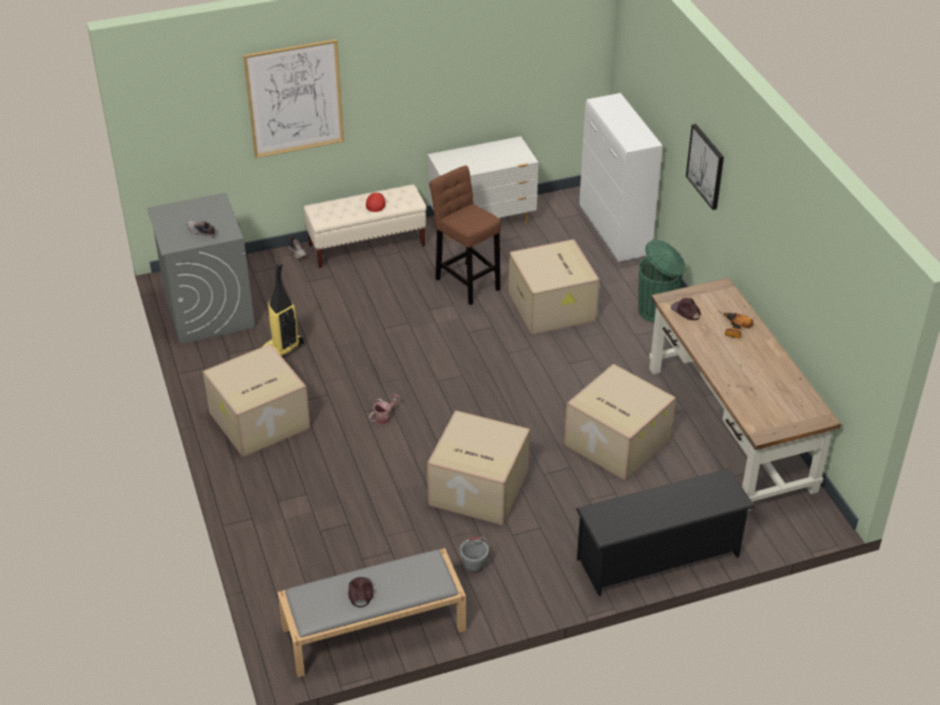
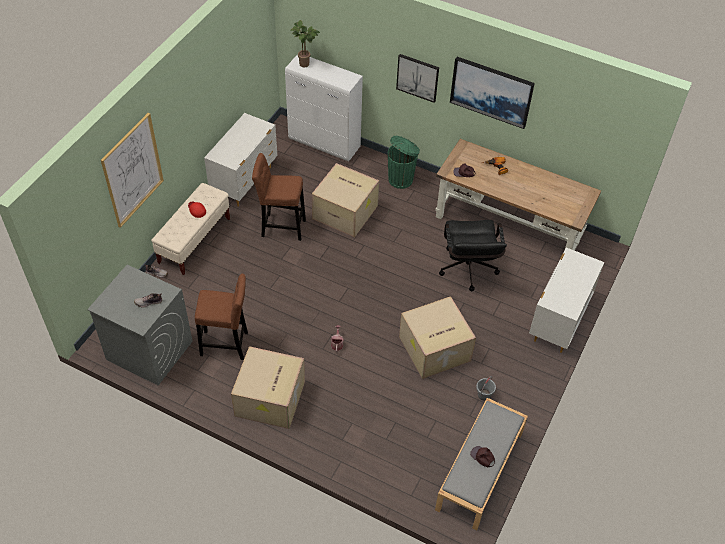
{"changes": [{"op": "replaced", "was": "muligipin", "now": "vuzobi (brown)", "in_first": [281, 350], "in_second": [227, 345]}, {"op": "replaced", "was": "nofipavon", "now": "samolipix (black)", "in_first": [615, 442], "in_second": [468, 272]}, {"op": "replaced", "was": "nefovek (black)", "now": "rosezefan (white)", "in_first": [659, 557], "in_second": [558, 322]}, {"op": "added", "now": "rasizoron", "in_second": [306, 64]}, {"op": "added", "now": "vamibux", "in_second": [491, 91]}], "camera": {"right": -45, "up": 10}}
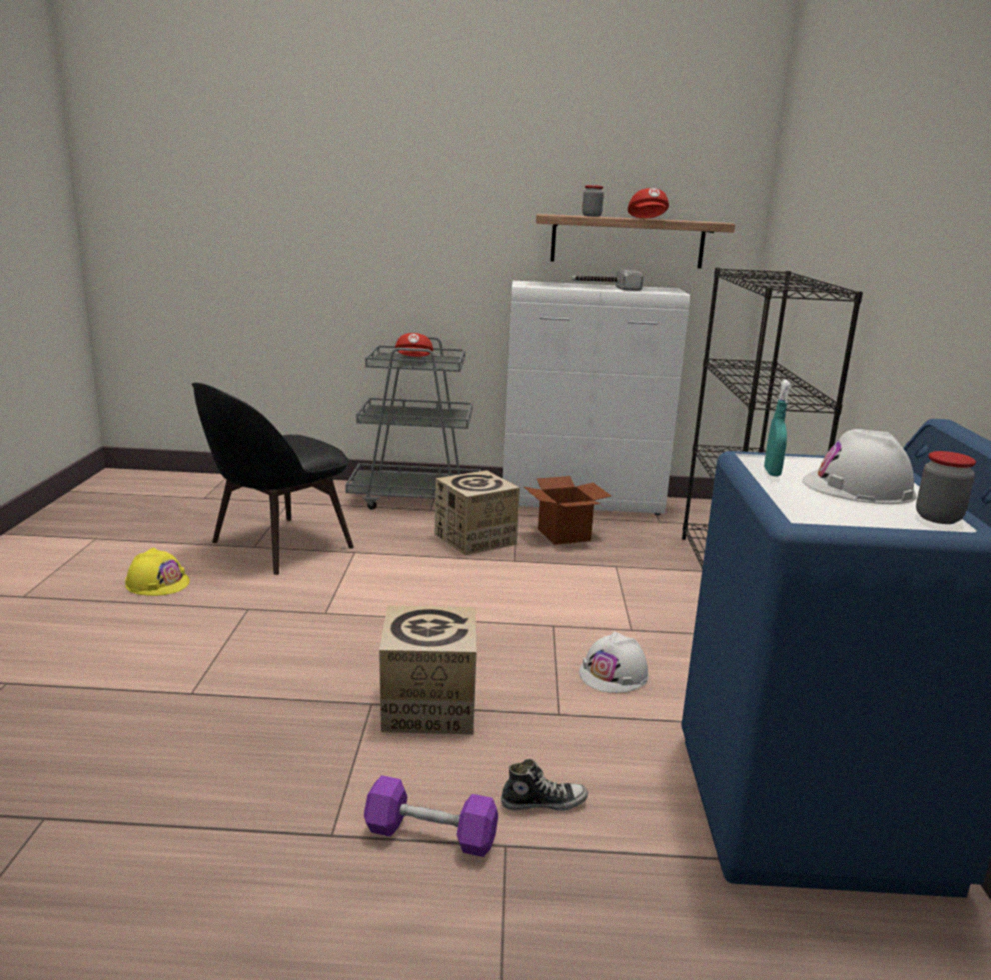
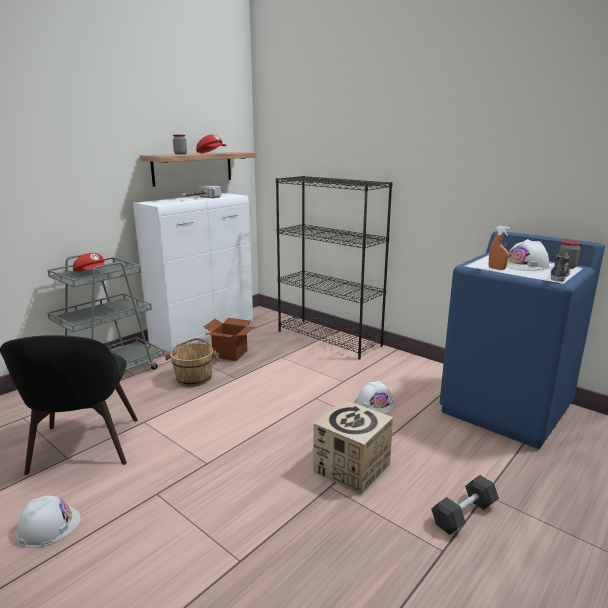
{"changes": [{"op": "recoloured", "was": "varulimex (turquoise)", "now": "varulimex (orange)", "in_first": [772, 472], "in_second": [496, 268]}, {"op": "replaced", "was": "nofipavon", "now": "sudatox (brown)", "in_first": [475, 539], "in_second": [194, 378]}, {"op": "recoloured", "was": "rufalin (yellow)", "now": "rufalin (white)", "in_first": [157, 583], "in_second": [48, 526]}, {"op": "moved", "was": "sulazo", "in_first": [543, 802], "in_second": [559, 276]}, {"op": "recoloured", "was": "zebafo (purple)", "now": "zebafo (grey)", "in_first": [430, 834], "in_second": [464, 514]}], "camera": {"right": -50, "up": 0}}
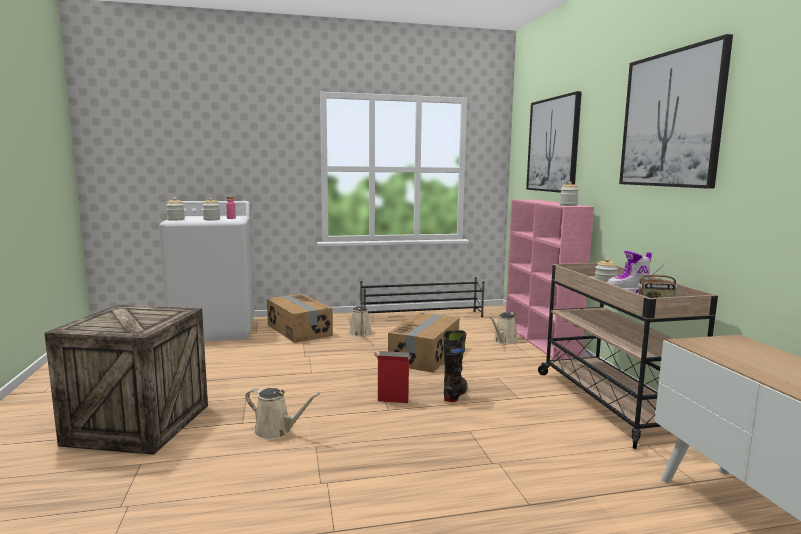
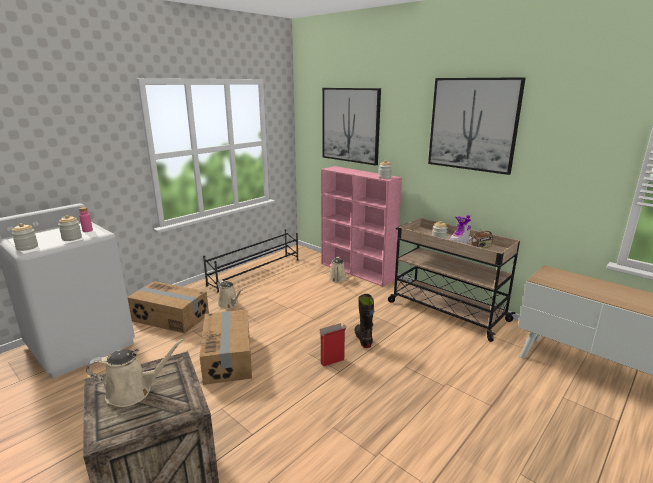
{"changes": [{"op": "moved", "was": "nofipavon", "in_first": [425, 355], "in_second": [229, 357]}, {"op": "moved", "was": "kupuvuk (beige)", "in_first": [276, 431], "in_second": [134, 391]}], "camera": {"right": -35, "up": 10}}
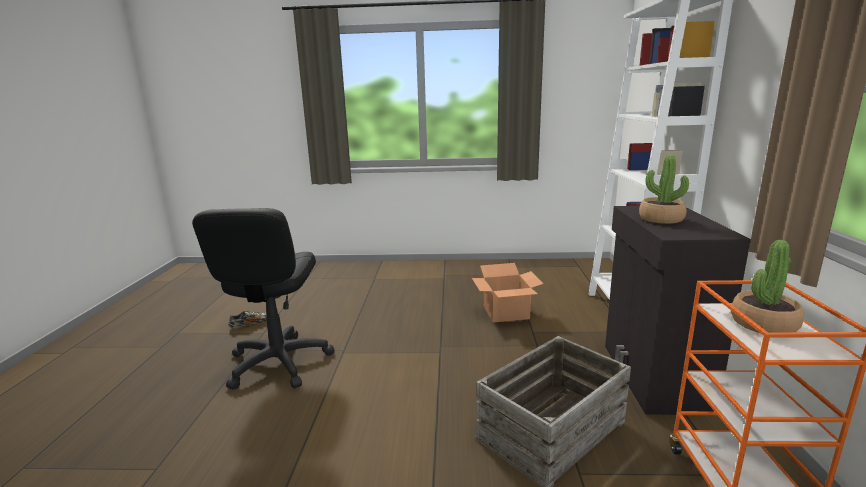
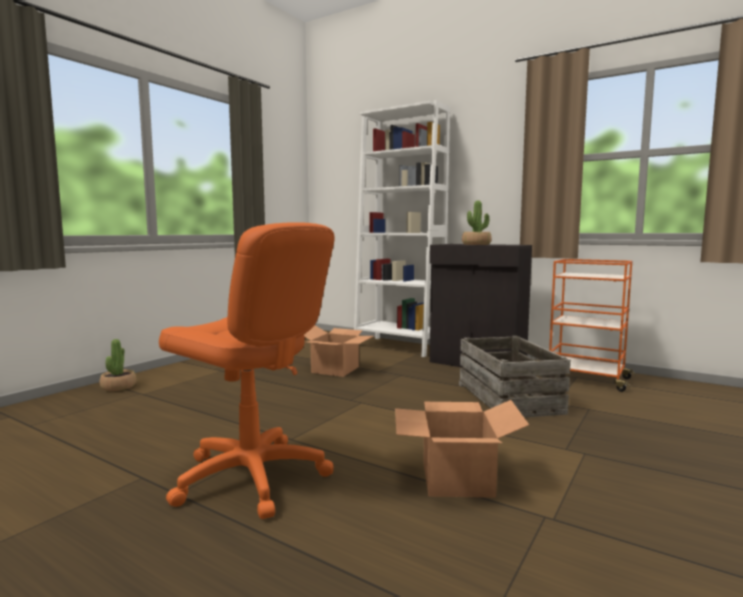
{"changes": [{"op": "recoloured", "was": "samolipix (black)", "now": "samolipix (orange)", "in_first": [278, 363], "in_second": [251, 477]}, {"op": "moved", "was": "rasizoron", "in_first": [763, 324], "in_second": [118, 387]}, {"op": "removed", "was": "sulazo", "in_first": [251, 324]}, {"op": "added", "now": "nofipavon", "in_second": [458, 480]}], "camera": {"right": -60, "up": -10}}
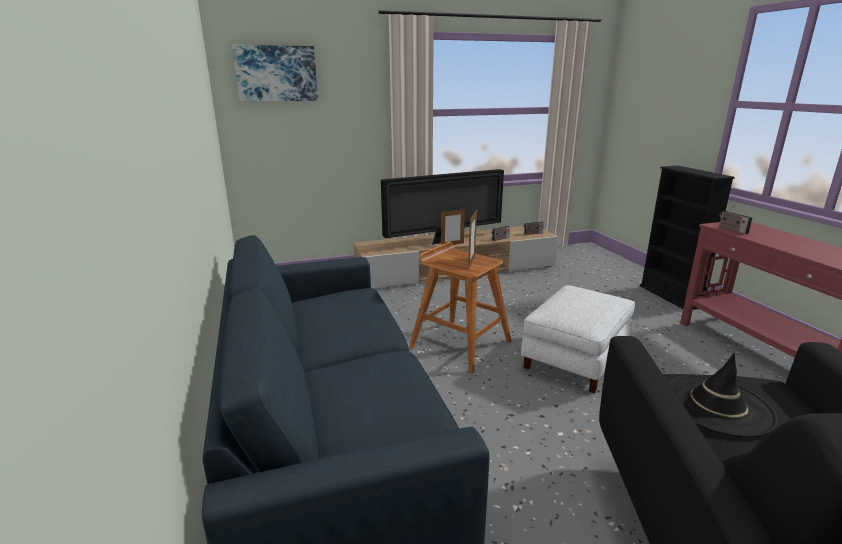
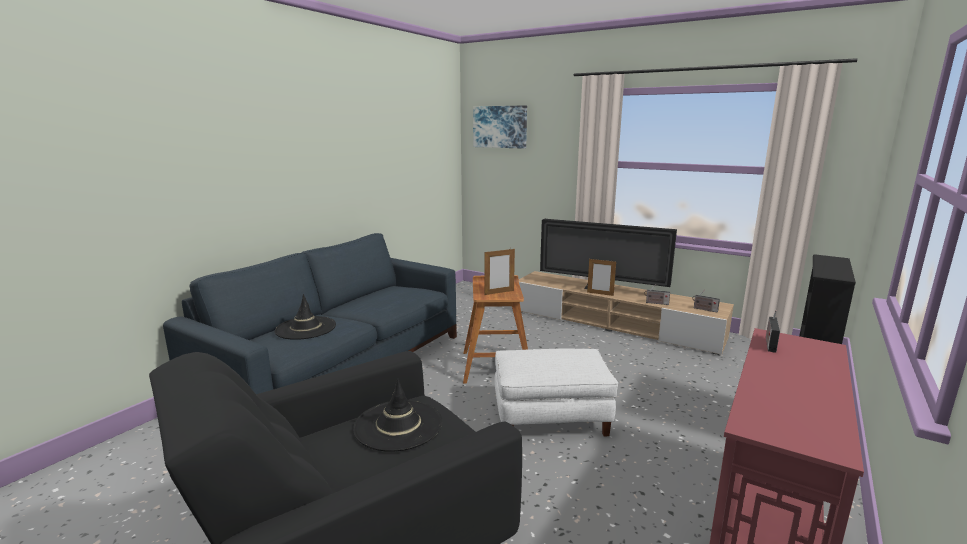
{"changes": [{"op": "added", "now": "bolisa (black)", "in_second": [305, 328]}], "camera": {"right": 50, "up": -5}}
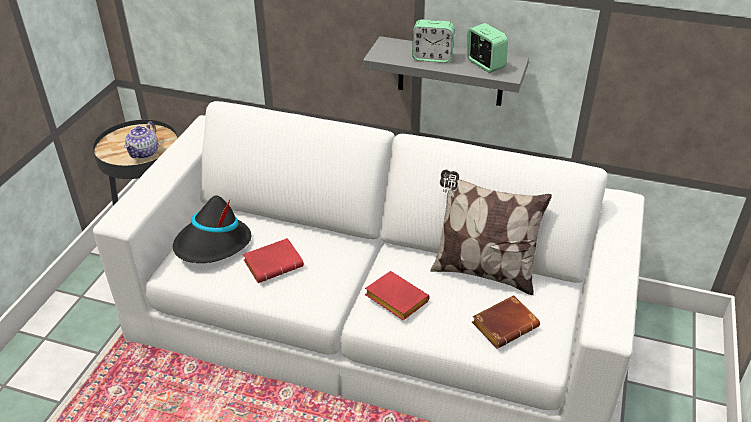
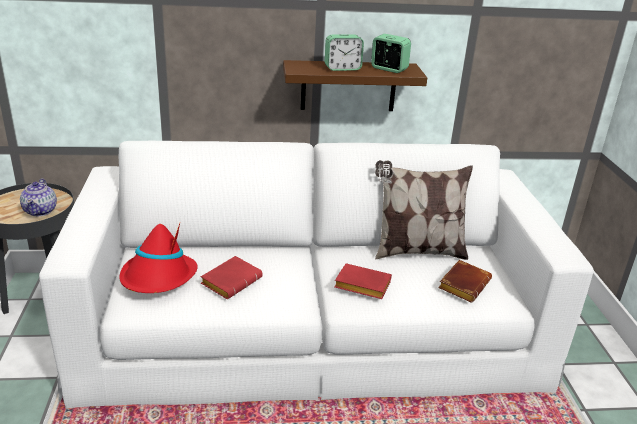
{"changes": [{"op": "recoloured", "was": "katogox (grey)", "now": "katogox (brown)", "in_first": [450, 72], "in_second": [348, 86]}, {"op": "recoloured", "was": "bolisa (black)", "now": "bolisa (red)", "in_first": [212, 244], "in_second": [158, 278]}], "camera": {"right": -25, "up": -10}}
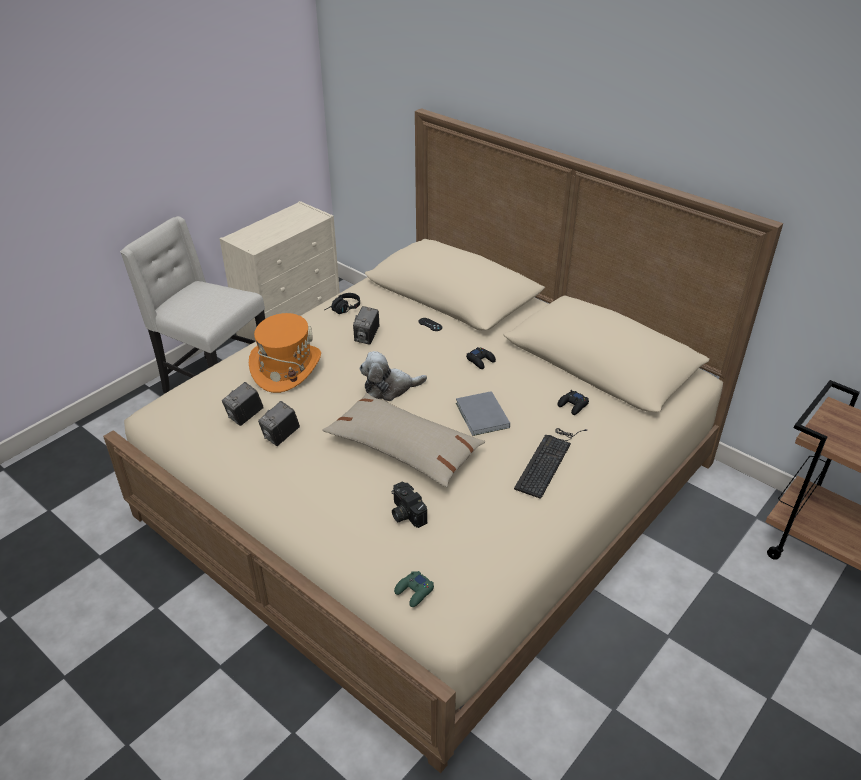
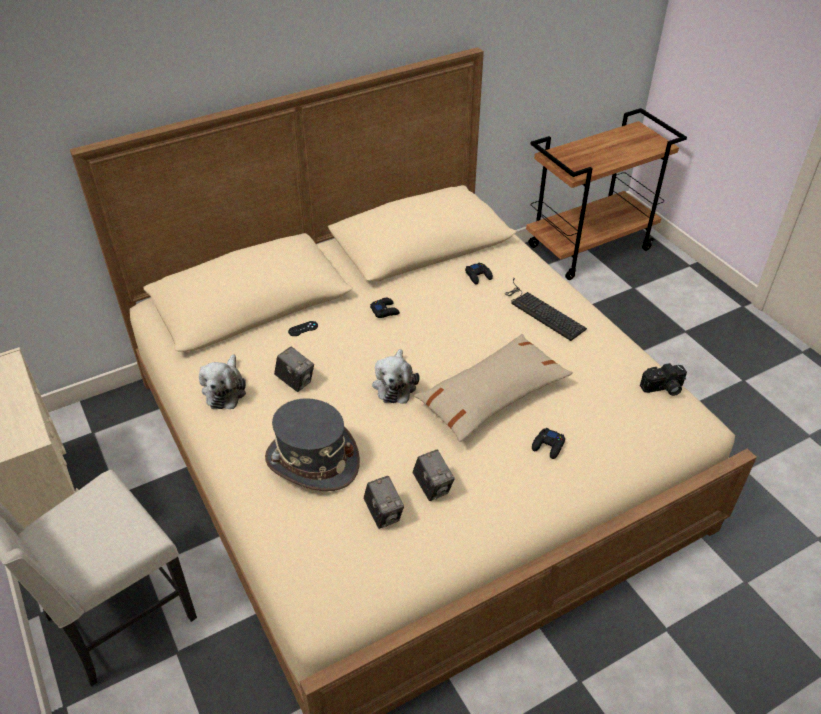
{"changes": [{"op": "replaced", "was": "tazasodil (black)", "now": "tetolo", "in_first": [343, 310], "in_second": [225, 390]}, {"op": "recoloured", "was": "bolisa (orange)", "now": "bolisa (grey)", "in_first": [286, 368], "in_second": [312, 461]}, {"op": "removed", "was": "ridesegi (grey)", "in_first": [482, 416]}, {"op": "moved", "was": "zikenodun", "in_first": [405, 513], "in_second": [663, 388]}, {"op": "removed", "was": "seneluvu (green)", "in_first": [414, 592]}, {"op": "added", "now": "seneluvu (black)", "in_second": [548, 446]}], "camera": {"right": -70, "up": 5}}
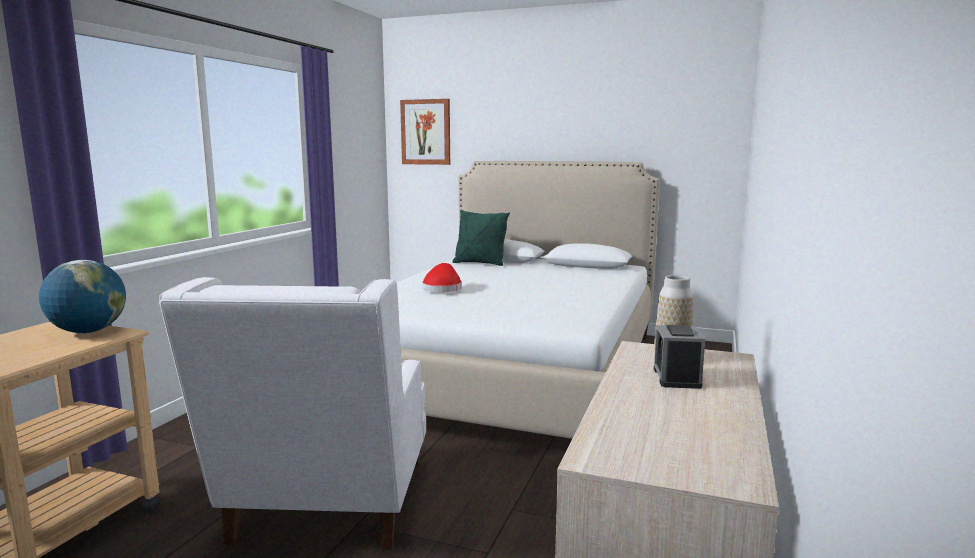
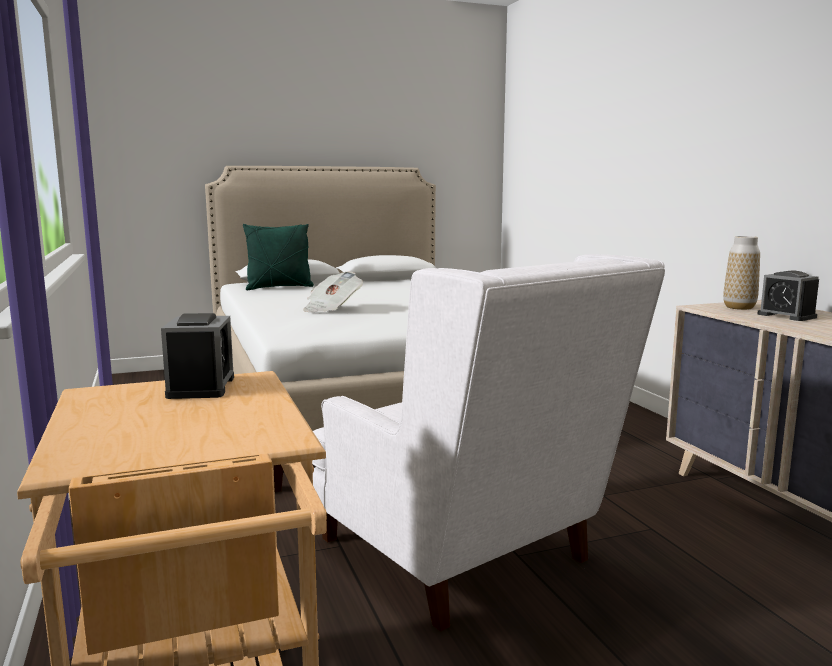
{"changes": [{"op": "removed", "was": "vamibux", "in_first": [426, 132]}, {"op": "replaced", "was": "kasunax", "now": "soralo", "in_first": [88, 332], "in_second": [201, 387]}, {"op": "replaced", "was": "bolisa (red)", "now": "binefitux", "in_first": [442, 288], "in_second": [331, 308]}], "camera": {"right": -40, "up": 0}}
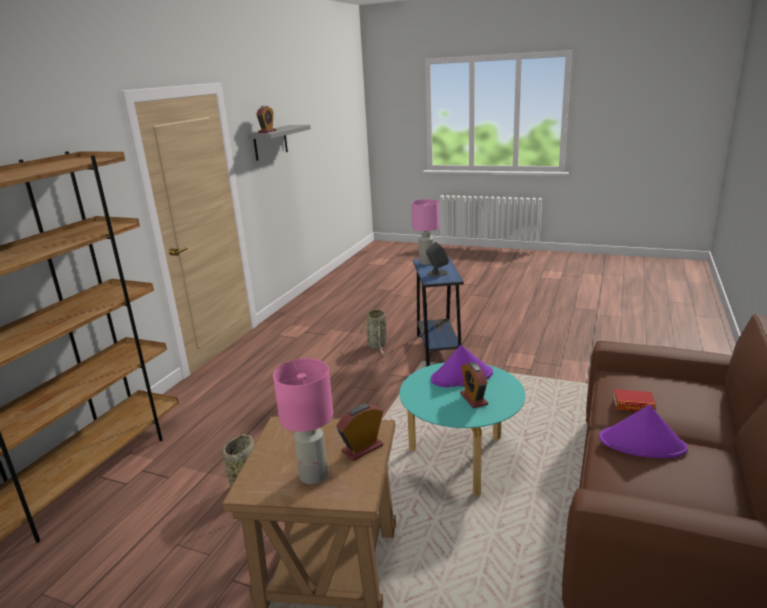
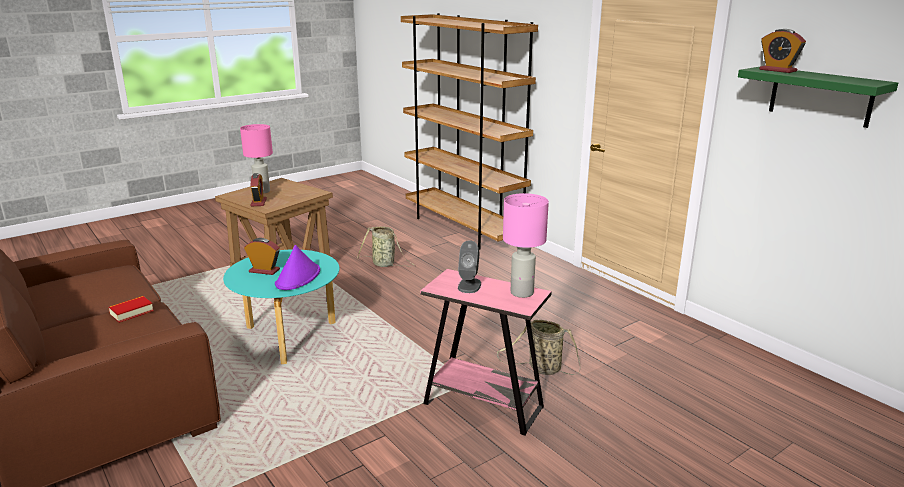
{"changes": [{"op": "recoloured", "was": "katogox (grey)", "now": "katogox (green)", "in_first": [270, 142], "in_second": [820, 96]}, {"op": "recoloured", "was": "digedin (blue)", "now": "digedin (pink)", "in_first": [438, 350], "in_second": [483, 405]}, {"op": "removed", "was": "bolisa (purple)", "in_first": [642, 444]}], "camera": {"right": 120, "up": 0}}
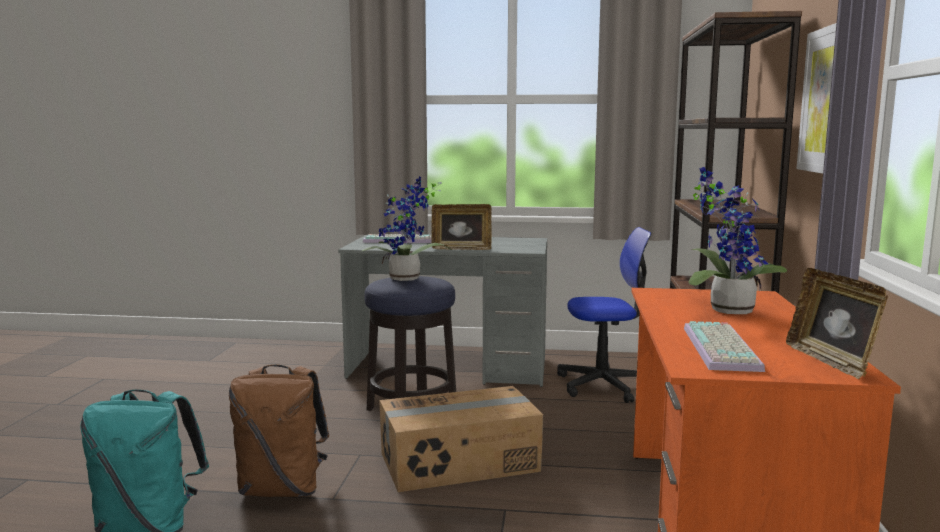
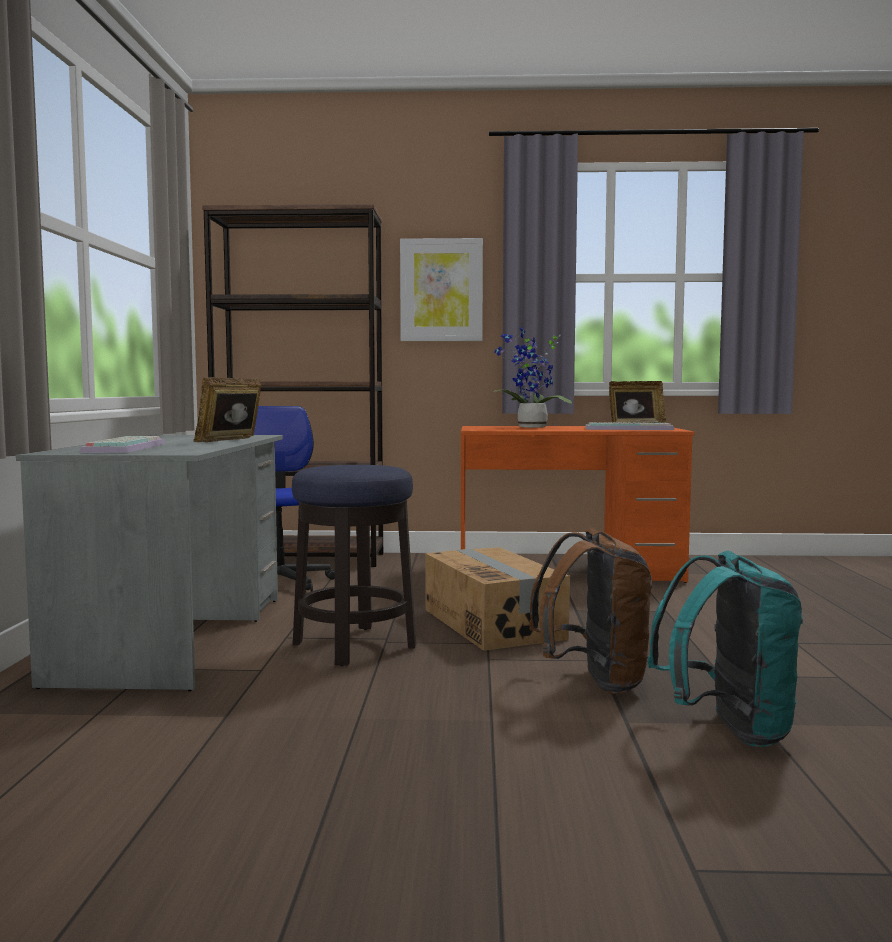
{"changes": [{"op": "removed", "was": "rasizoron", "in_first": [406, 279]}, {"op": "turned", "was": "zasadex", "in_first": [461, 249], "in_second": [231, 441], "clockwise": -150}], "camera": {"right": -95, "up": -5}}
